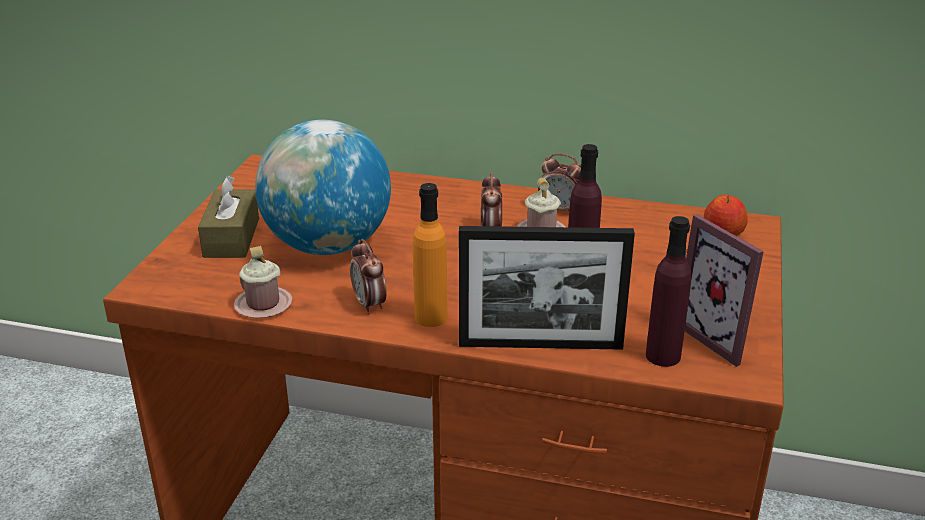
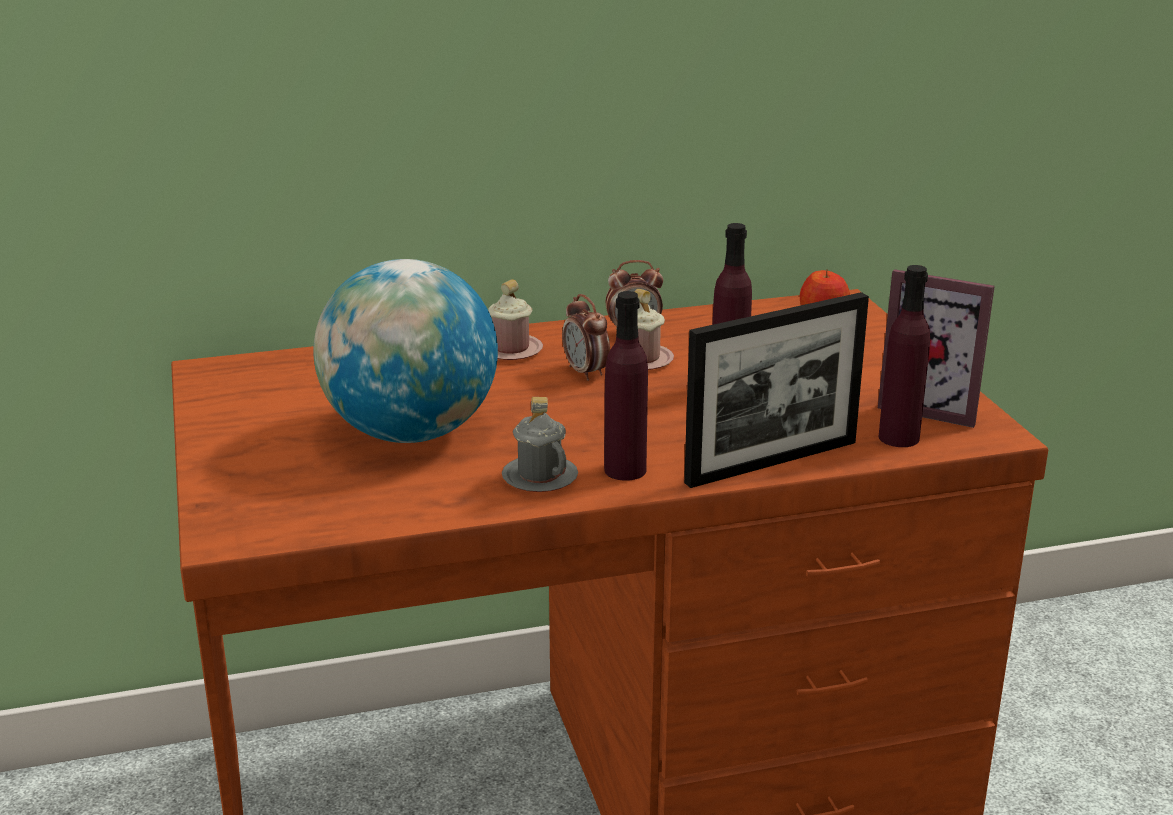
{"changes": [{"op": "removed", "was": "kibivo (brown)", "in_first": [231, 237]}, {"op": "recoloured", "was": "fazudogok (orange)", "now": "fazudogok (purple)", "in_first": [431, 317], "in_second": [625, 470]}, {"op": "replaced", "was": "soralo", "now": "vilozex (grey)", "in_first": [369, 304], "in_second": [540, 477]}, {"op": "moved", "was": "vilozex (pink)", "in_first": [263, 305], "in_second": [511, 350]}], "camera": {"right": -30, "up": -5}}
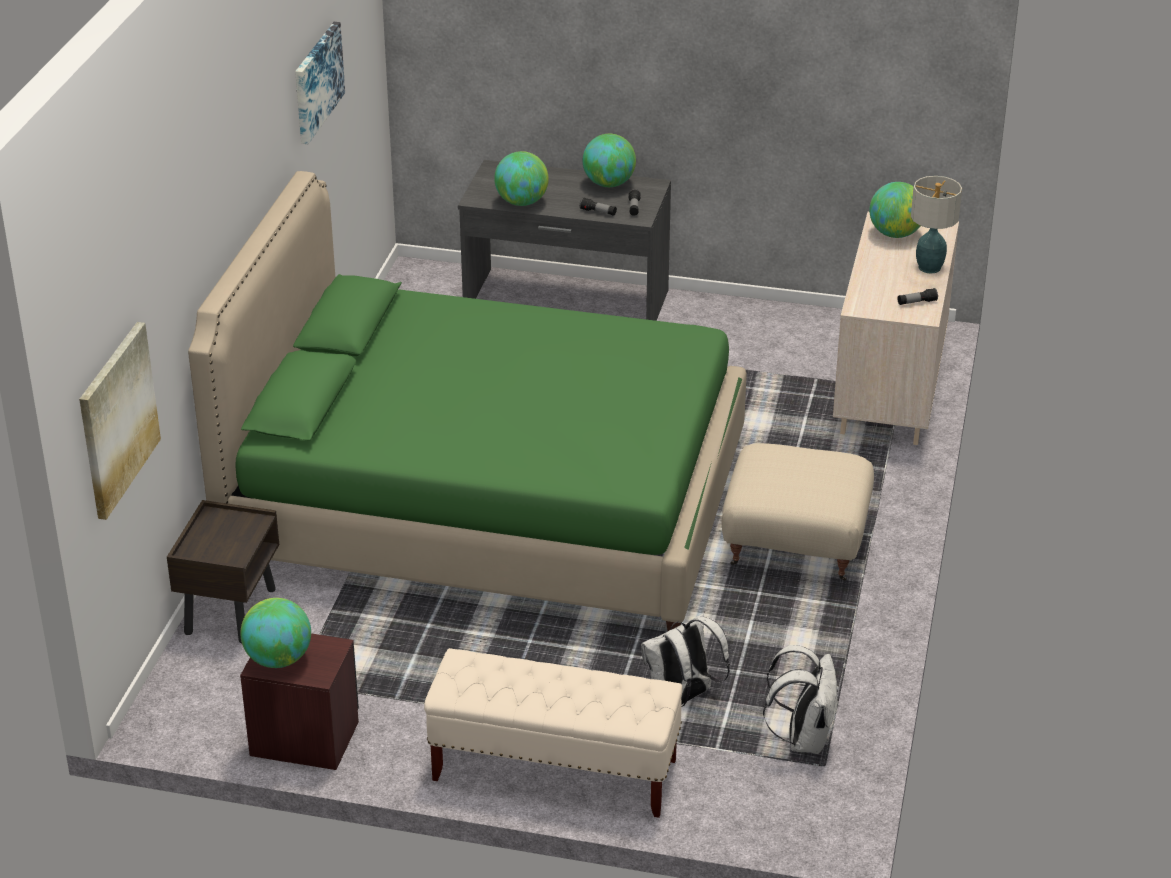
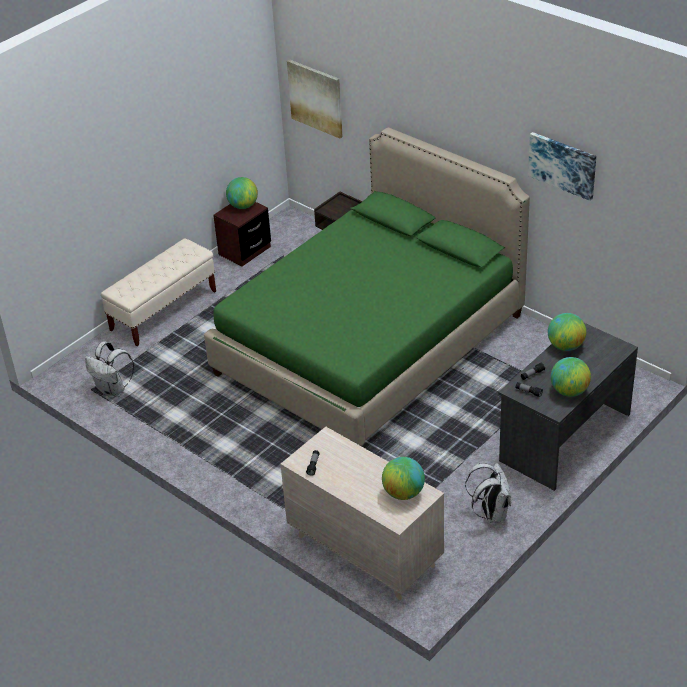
{"changes": [{"op": "removed", "was": "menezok", "in_first": [930, 267]}, {"op": "removed", "was": "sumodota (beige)", "in_first": [794, 546]}, {"op": "moved", "was": "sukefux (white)", "in_first": [682, 698], "in_second": [491, 513]}], "camera": {"right": 120, "up": 5}}
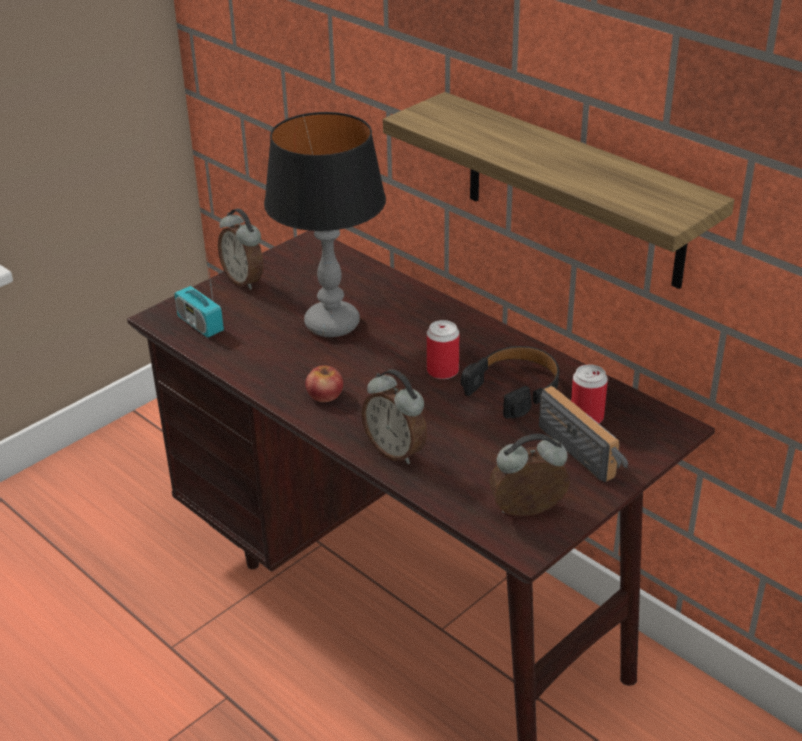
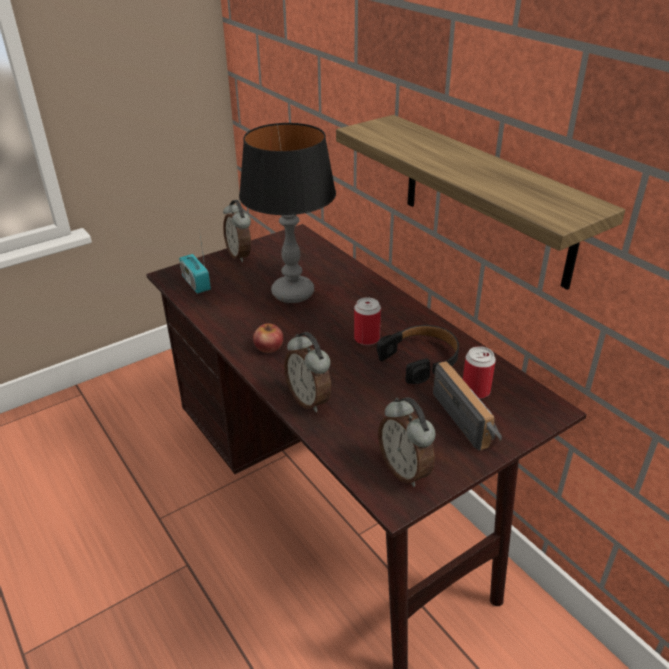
{"changes": [{"op": "turned", "was": "soralo", "in_first": [528, 513], "in_second": [405, 470], "clockwise": -120}], "camera": {"right": 10, "up": 0}}
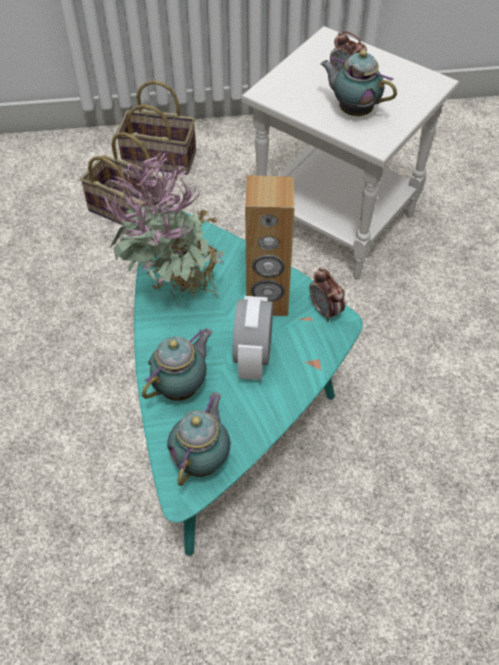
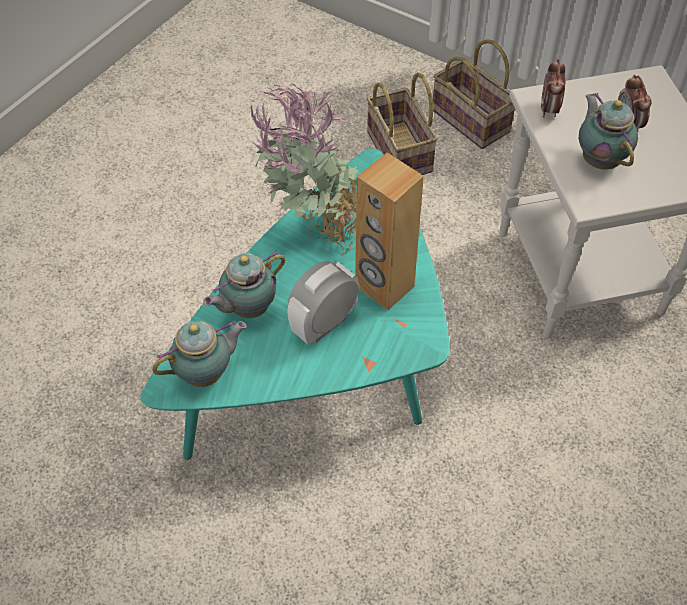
{"changes": [{"op": "moved", "was": "soralo", "in_first": [325, 311], "in_second": [549, 109]}, {"op": "turned", "was": "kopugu", "in_first": [182, 387], "in_second": [247, 309], "clockwise": 150}], "camera": {"right": 40, "up": 0}}
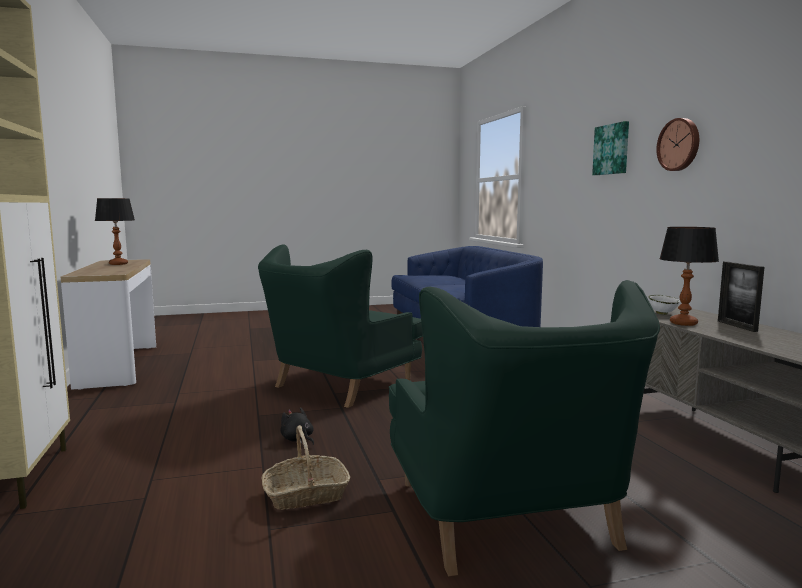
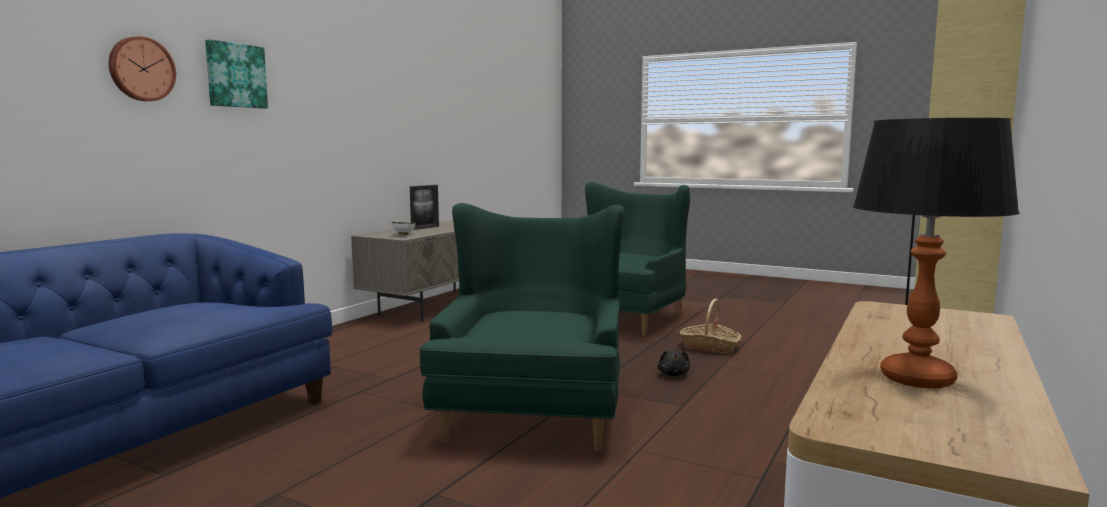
{"changes": [{"op": "moved", "was": "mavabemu", "in_first": [679, 144], "in_second": [141, 69]}, {"op": "removed", "was": "menezok", "in_first": [683, 323]}, {"op": "turned", "was": "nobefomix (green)", "in_first": [340, 385], "in_second": [533, 414], "clockwise": -75}], "camera": {"right": -135, "up": 0}}
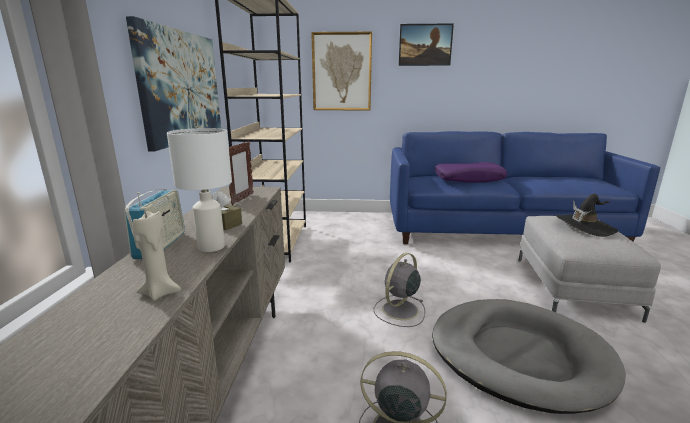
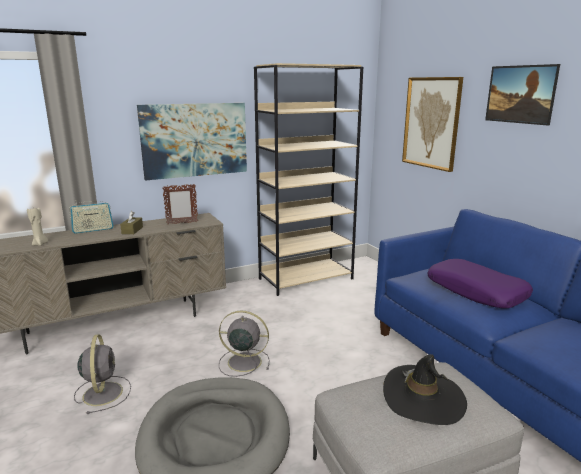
{"changes": [{"op": "removed", "was": "menezok (white)", "in_first": [211, 246]}], "camera": {"right": 60, "up": 0}}
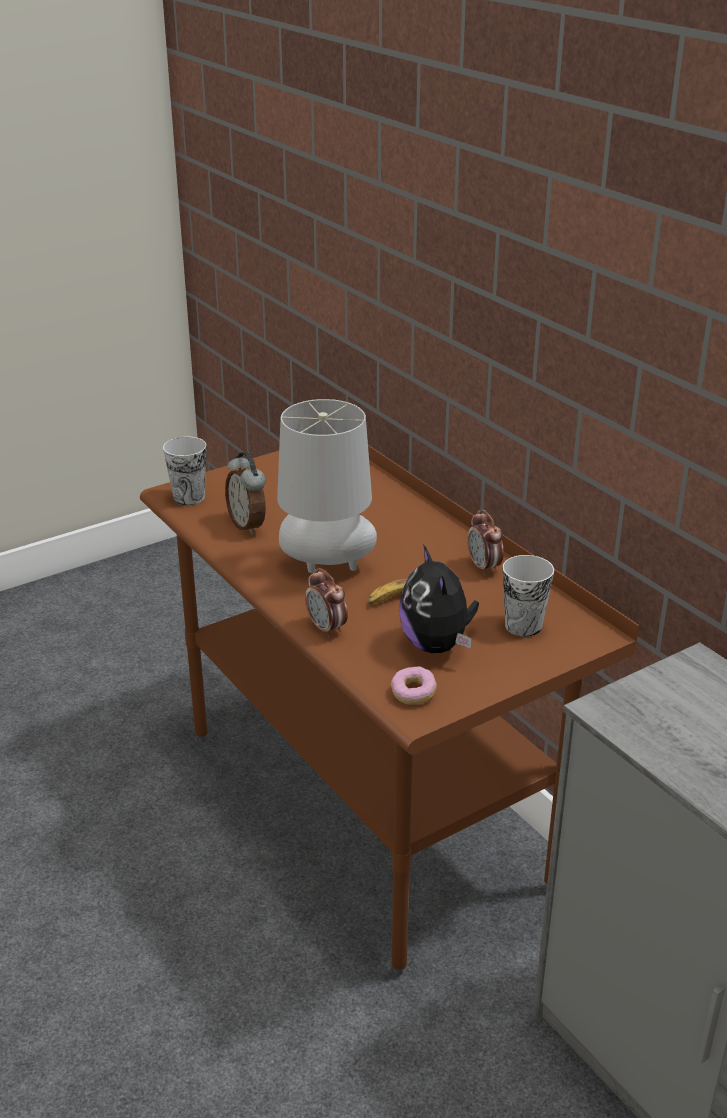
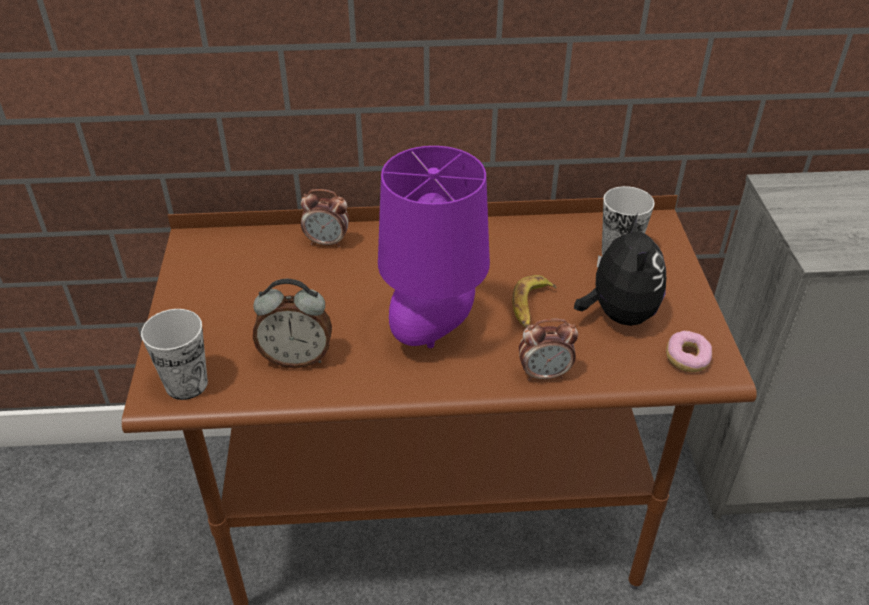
{"changes": [{"op": "recoloured", "was": "menezok (grey)", "now": "menezok (purple)", "in_first": [325, 568], "in_second": [433, 333]}, {"op": "moved", "was": "soralo", "in_first": [484, 567], "in_second": [327, 242]}, {"op": "turned", "was": "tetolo", "in_first": [437, 645], "in_second": [618, 314], "clockwise": -105}], "camera": {"right": -60, "up": 10}}
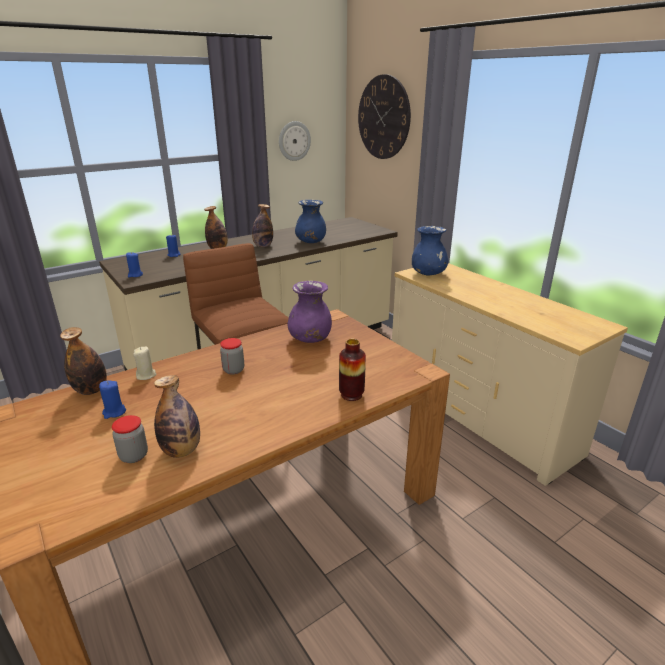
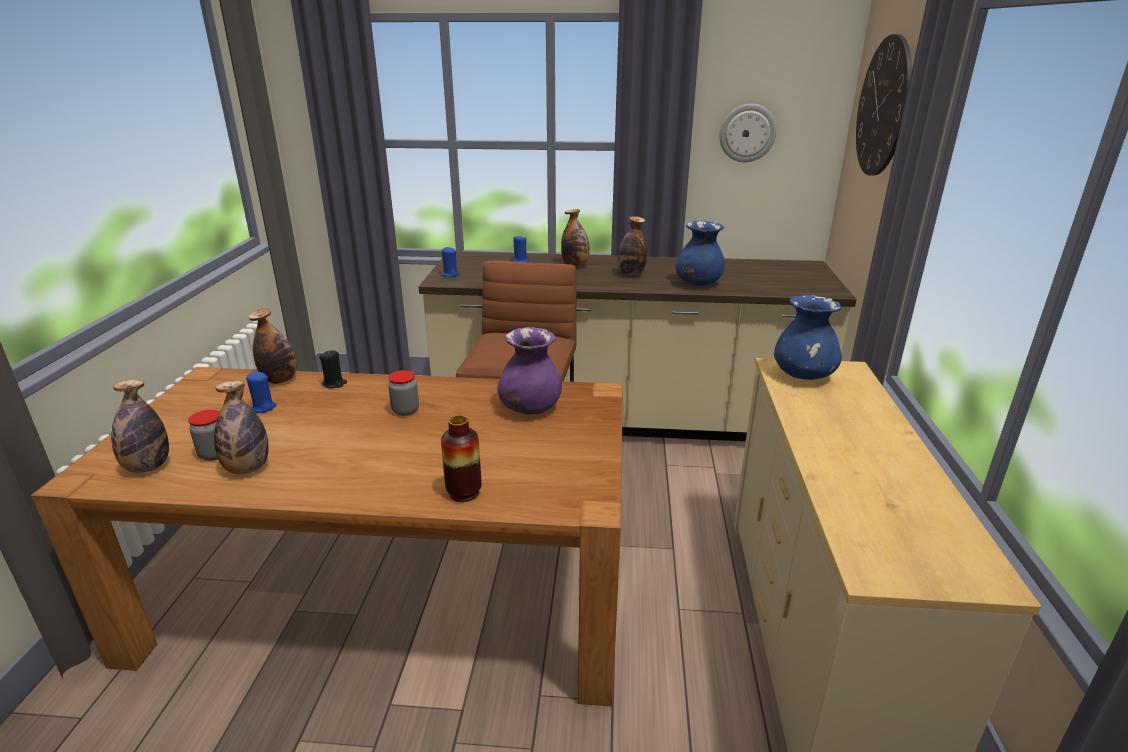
{"changes": [{"op": "recoloured", "was": "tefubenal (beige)", "now": "tefubenal (black)", "in_first": [146, 375], "in_second": [334, 384]}, {"op": "added", "now": "fazudogok", "in_second": [148, 467]}], "camera": {"right": 40, "up": 0}}
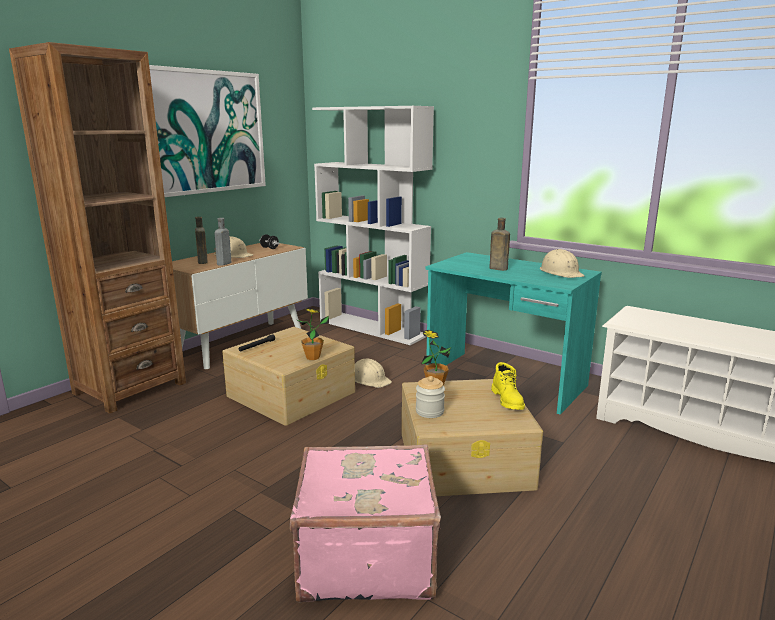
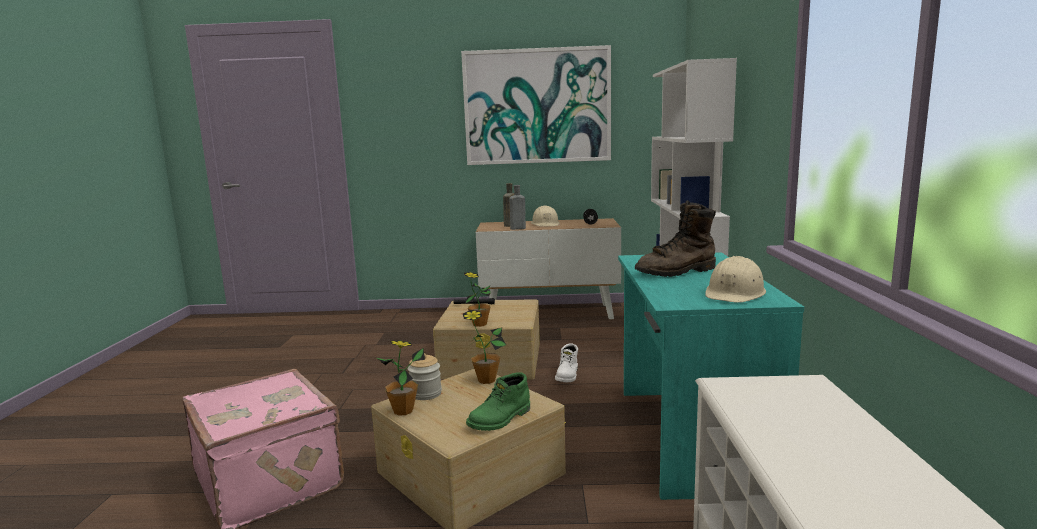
{"changes": [{"op": "removed", "was": "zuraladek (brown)", "in_first": [130, 388]}, {"op": "replaced", "was": "fazudogok (brown)", "now": "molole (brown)", "in_first": [497, 268], "in_second": [677, 272]}, {"op": "replaced", "was": "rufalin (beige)", "now": "molole (white)", "in_first": [369, 379], "in_second": [568, 375]}, {"op": "recoloured", "was": "molole (yellow)", "now": "molole (green)", "in_first": [508, 400], "in_second": [500, 419]}, {"op": "added", "now": "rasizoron", "in_second": [403, 411]}], "camera": {"right": 55, "up": -5}}
